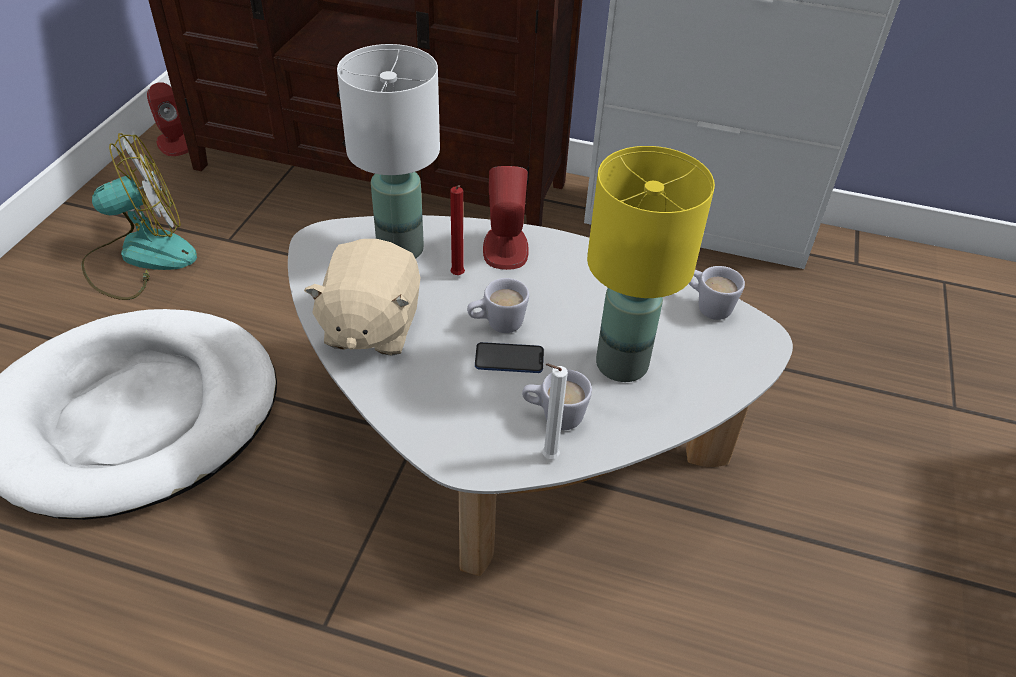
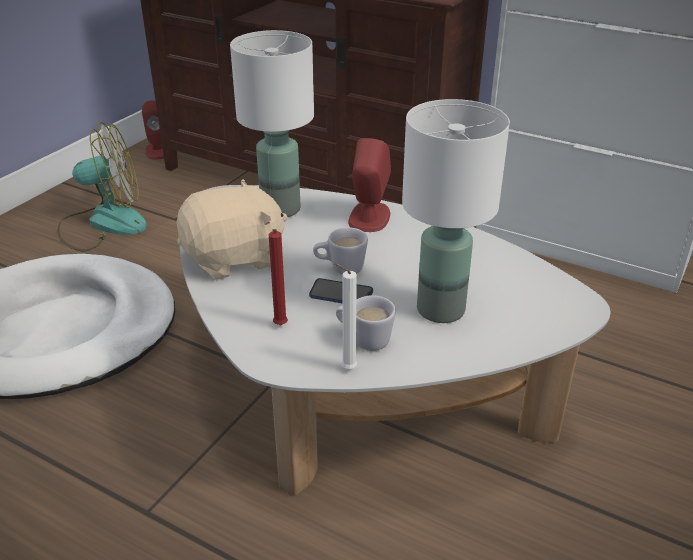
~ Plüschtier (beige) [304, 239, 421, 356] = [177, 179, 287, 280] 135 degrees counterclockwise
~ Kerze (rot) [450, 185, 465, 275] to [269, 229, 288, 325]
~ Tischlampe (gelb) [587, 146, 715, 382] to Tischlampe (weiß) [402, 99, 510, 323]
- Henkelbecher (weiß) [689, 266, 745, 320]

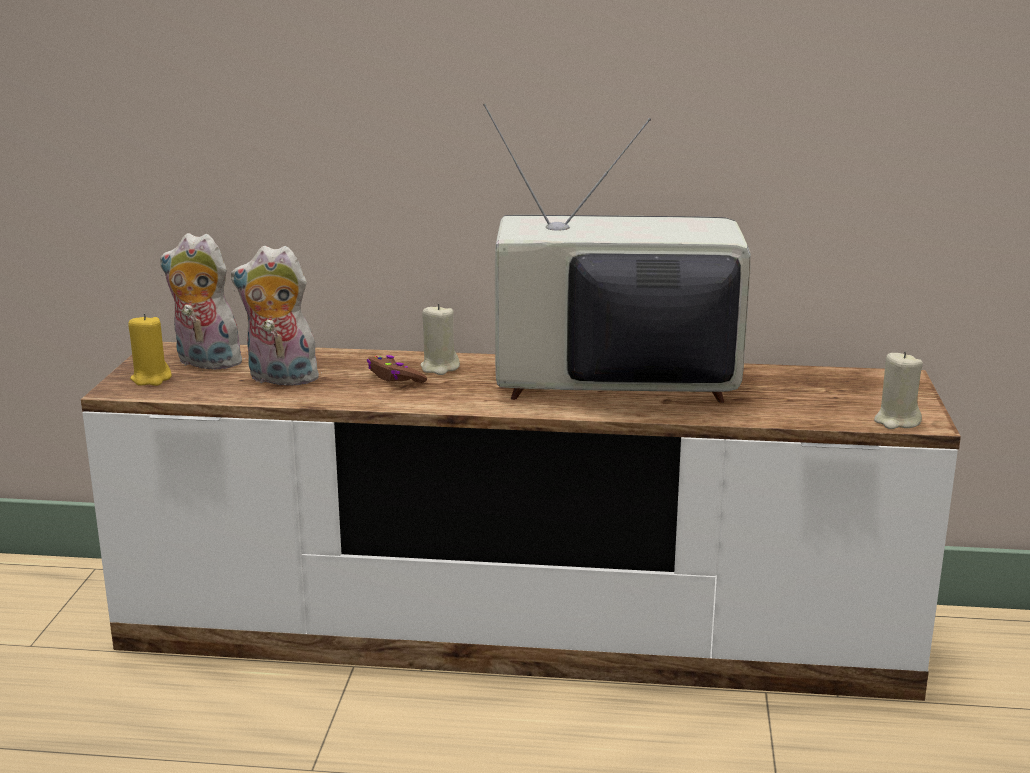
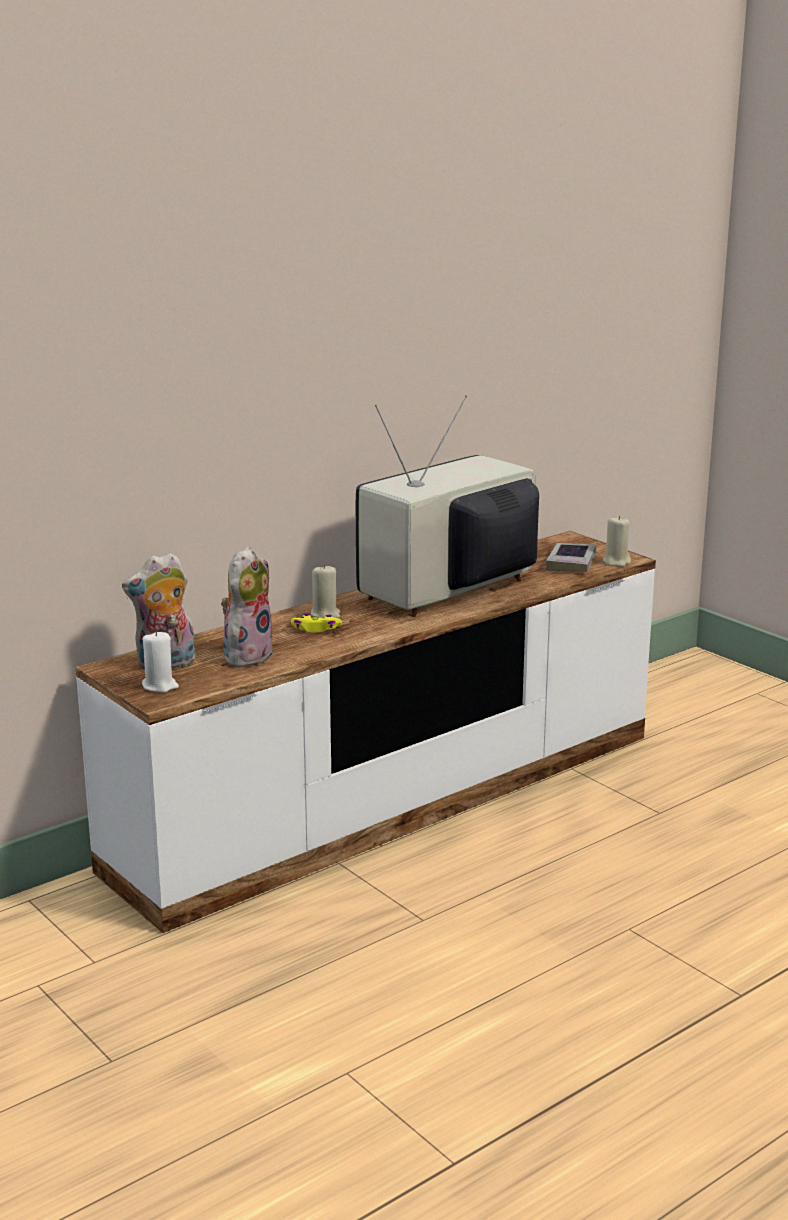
~ Kerze (gelb) [128, 314, 172, 386] to Kerze (weiß) [142, 631, 179, 693]
~ Plüschtier [231, 246, 322, 386] = [221, 547, 274, 668] 150 degrees clockwise
~ Gamepad (braun) [367, 355, 427, 383] to Gamepad (gelb) [291, 613, 342, 632]
+ Buch [546, 543, 596, 572]

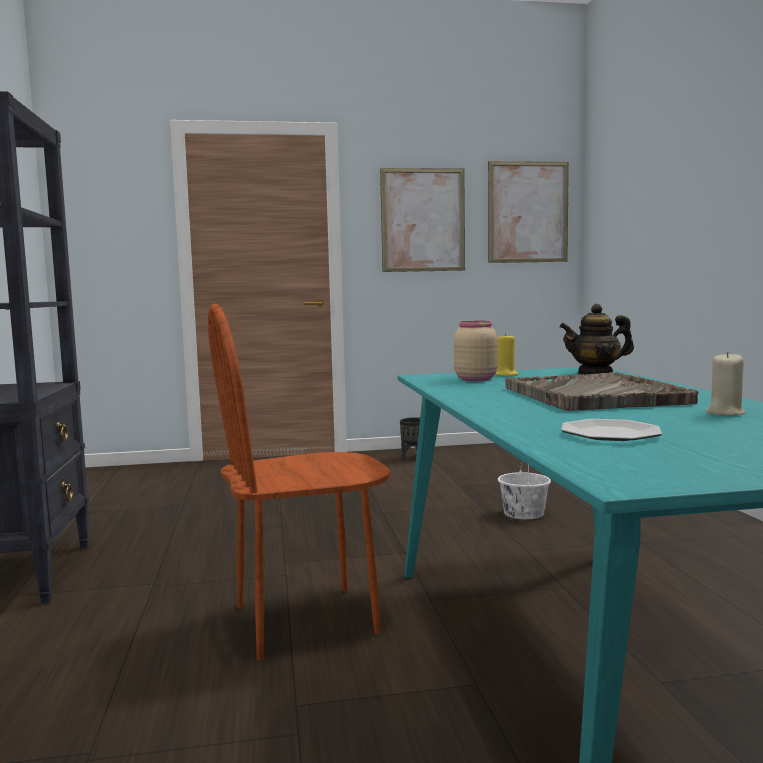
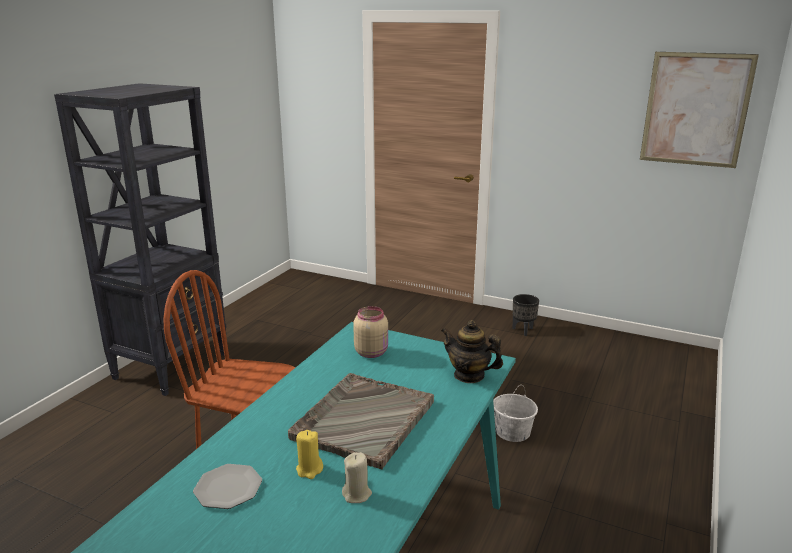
~ Kerze (gelb) [495, 333, 518, 376] to [296, 430, 323, 479]
- Bild [380, 168, 465, 272]

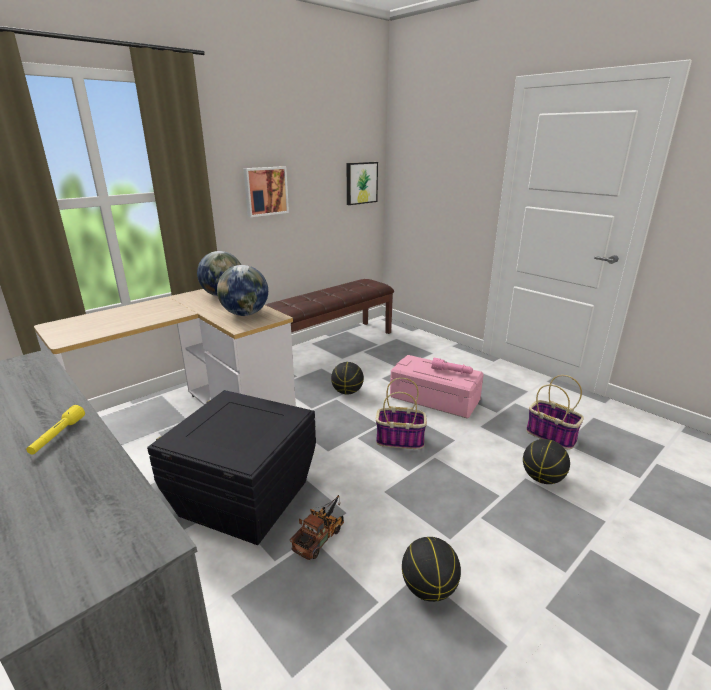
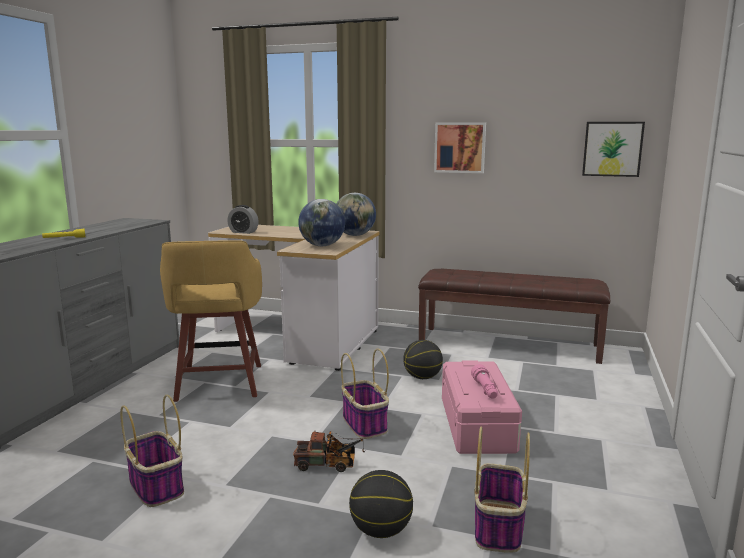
~ Basketball [402, 537, 461, 602] to Korb [120, 395, 184, 507]
~ Aufbewahrungsbox (schwarz) [147, 390, 316, 545] to Hocker (gelb) [160, 240, 262, 402]
+ Wecker [227, 205, 259, 234]
~ Spielzeuglaster [290, 495, 344, 560] to [293, 431, 365, 472]

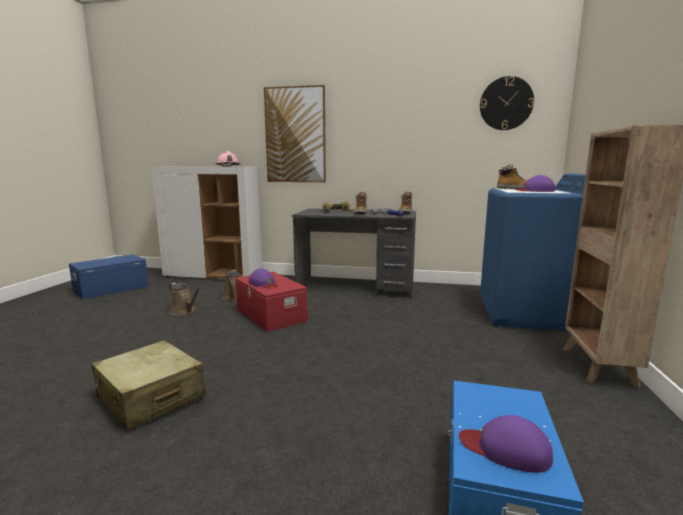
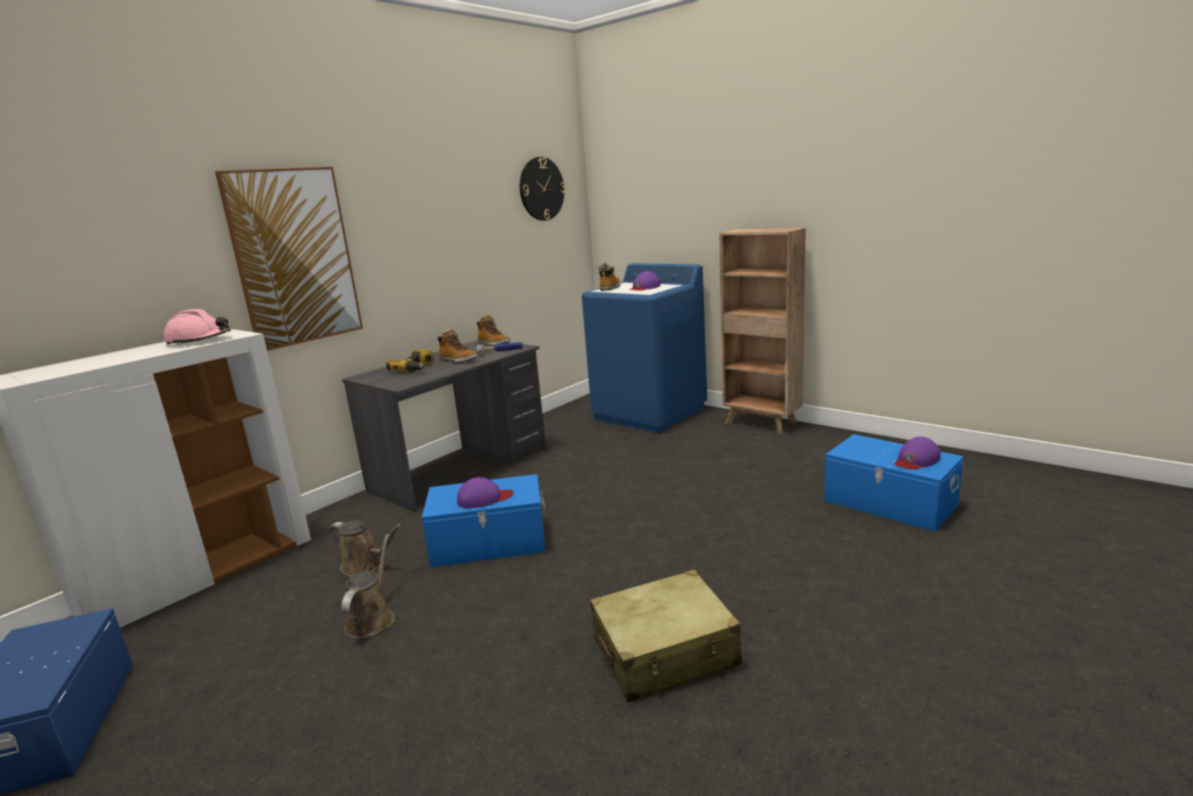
~ Gießkanne (braun) [169, 283, 201, 315] = [342, 534, 395, 638] 60 degrees counterclockwise
~ Aufbewahrungsbox (rot) [235, 272, 308, 332] to Aufbewahrungsbox (blau) [422, 474, 546, 567]

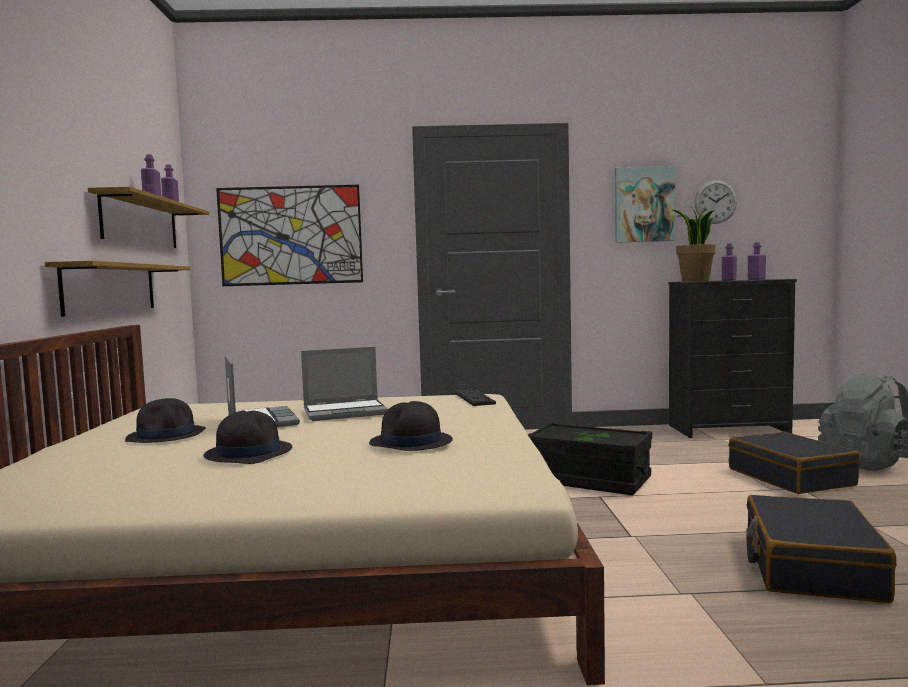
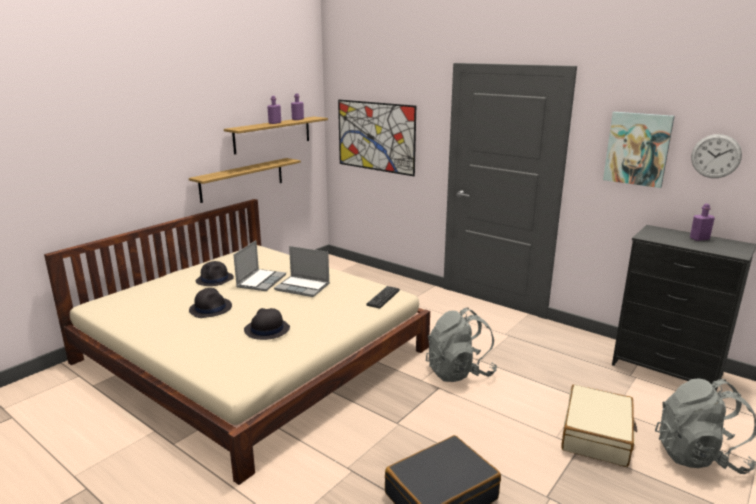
~ Aufbewahrungsbox (schwarz) [528, 423, 652, 495] to Rucksack (grau) [426, 307, 497, 382]
~ Koffer (schwarz) [729, 432, 860, 494] to Koffer (beige) [561, 385, 637, 467]
- Topfpflanze [671, 207, 716, 282]
- Flasche (lila) [748, 242, 766, 280]

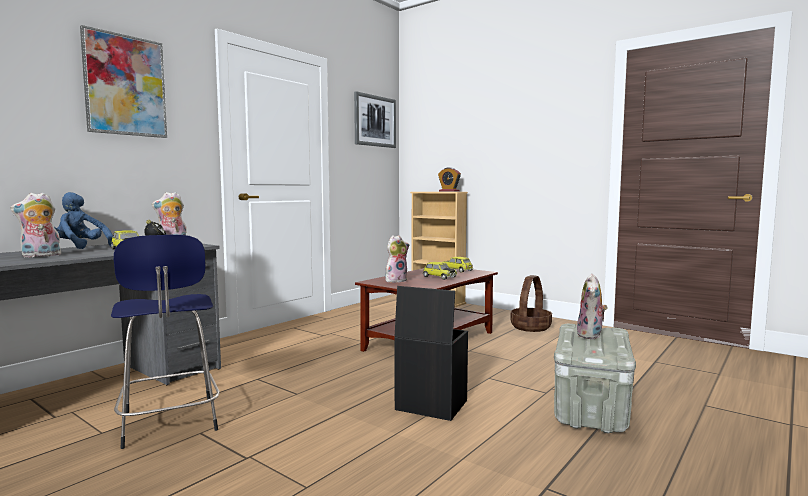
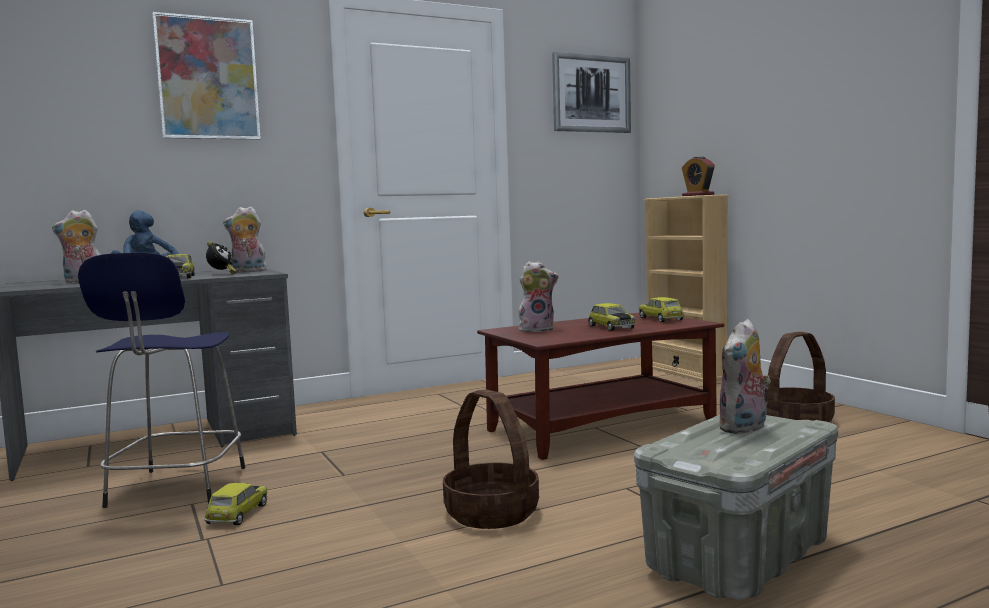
+ Spielzeugauto [204, 483, 267, 525]
~ Aufbewahrungsbox (schwarz) [394, 286, 468, 421] to Korb [443, 389, 539, 529]

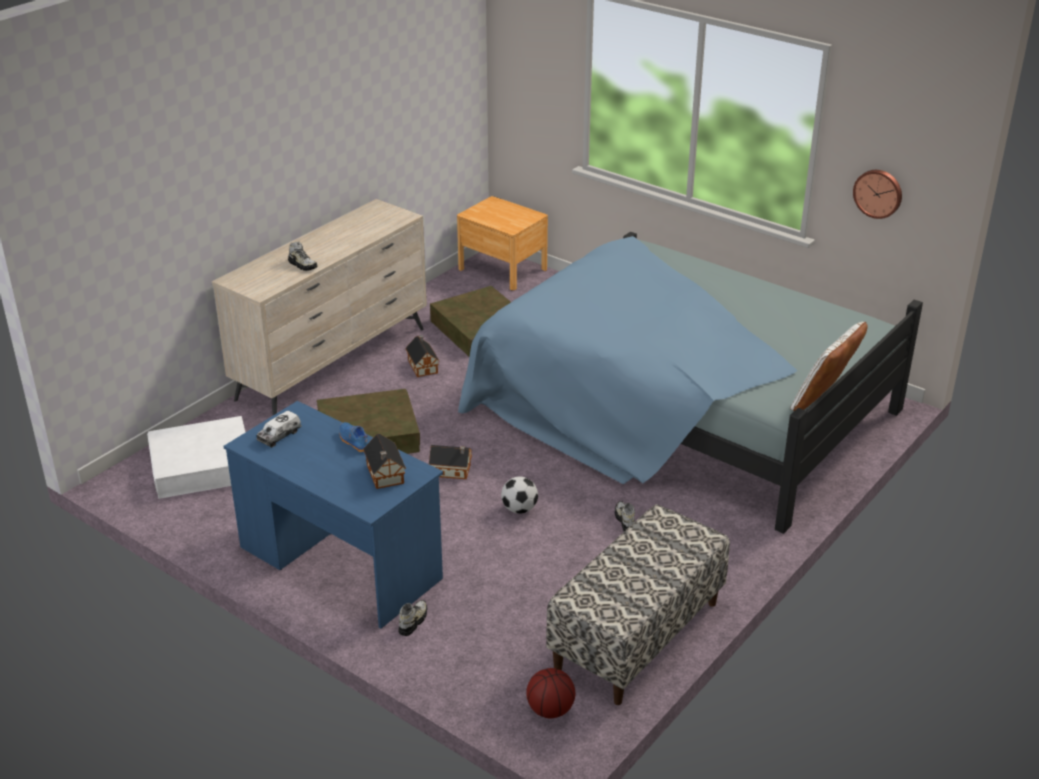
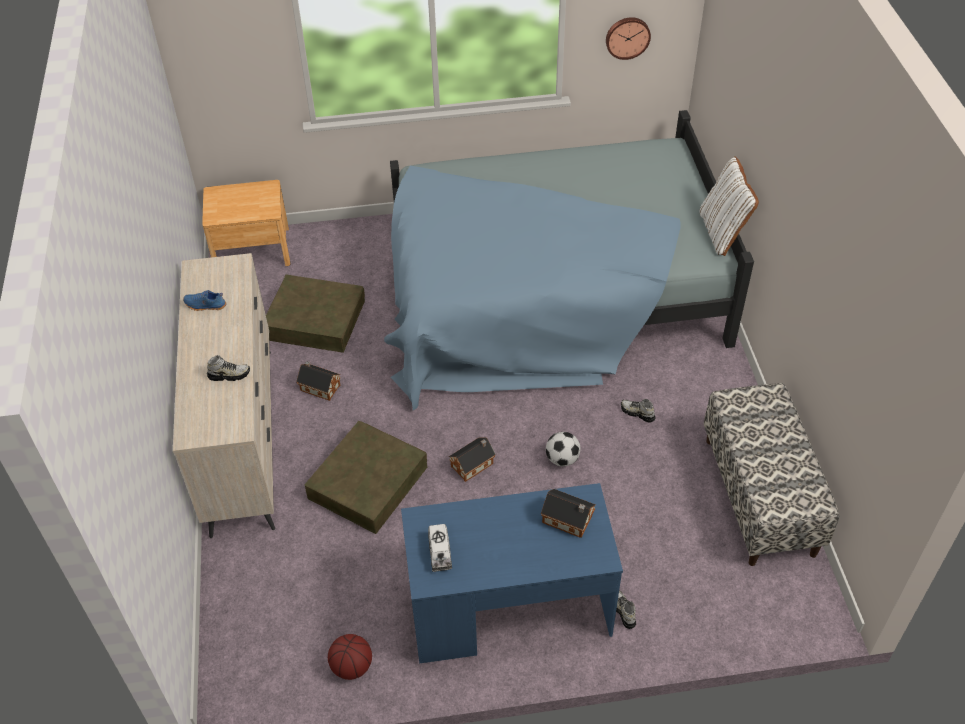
~ Schuh (blau) [339, 422, 369, 452] to [183, 290, 226, 311]
~ Basketball [526, 668, 575, 718] to [328, 634, 372, 680]
- Aufbewahrungsbox (weiß) [147, 416, 245, 499]

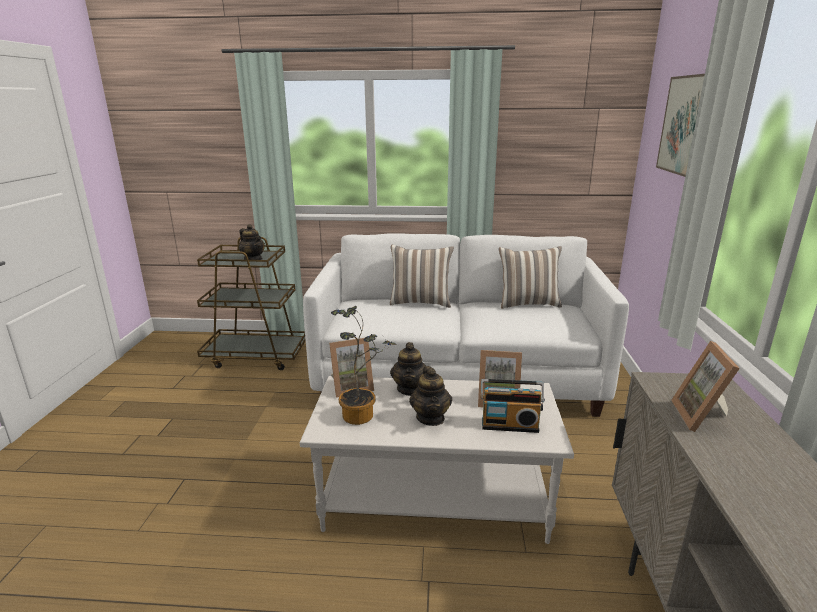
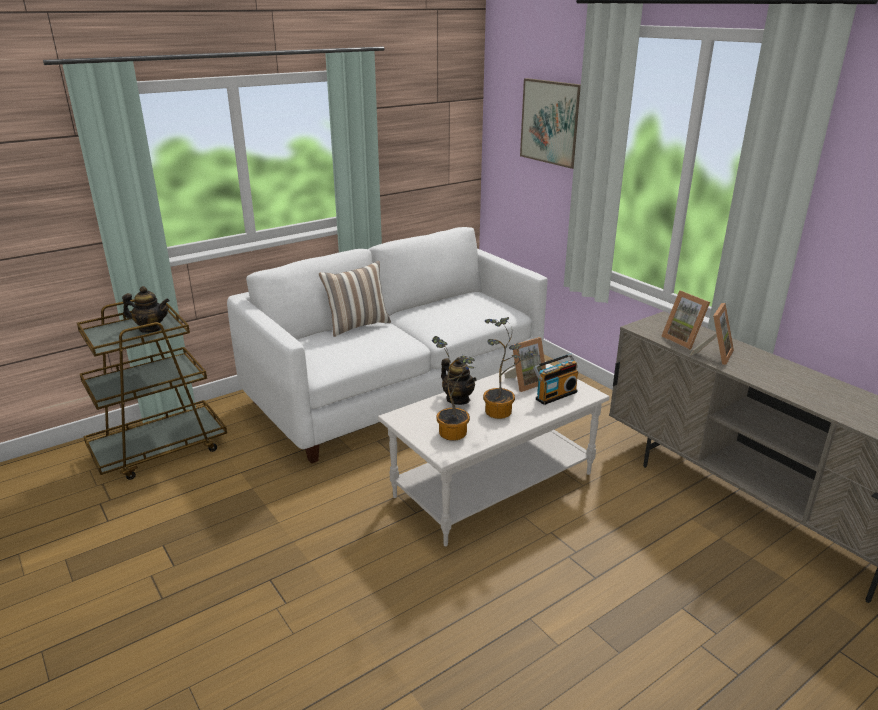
~ Teekanne [409, 366, 452, 426] to Topfpflanze [483, 317, 539, 419]
~ Bilderrahmen [329, 338, 374, 398] to [690, 303, 734, 365]
- Kissen [499, 246, 562, 309]

